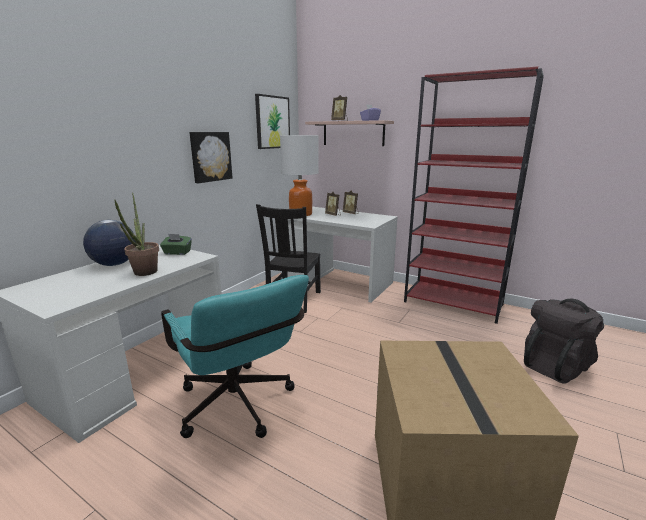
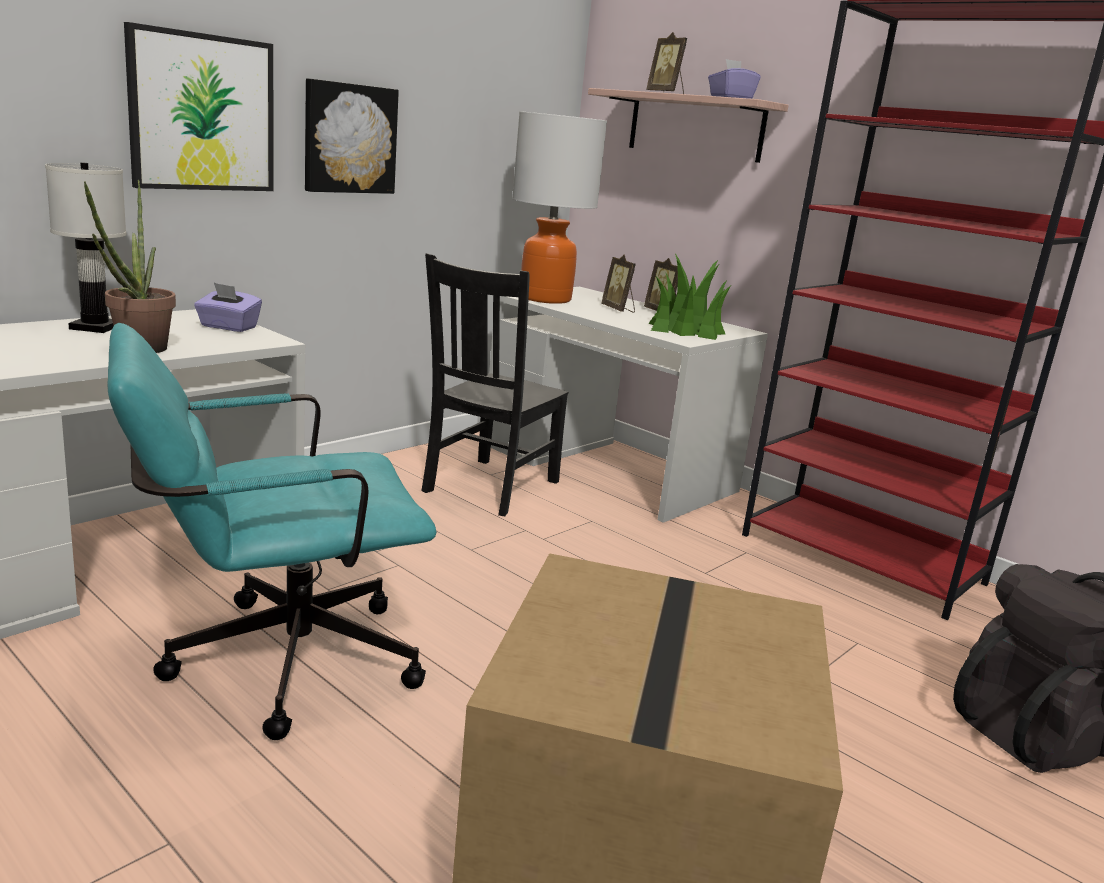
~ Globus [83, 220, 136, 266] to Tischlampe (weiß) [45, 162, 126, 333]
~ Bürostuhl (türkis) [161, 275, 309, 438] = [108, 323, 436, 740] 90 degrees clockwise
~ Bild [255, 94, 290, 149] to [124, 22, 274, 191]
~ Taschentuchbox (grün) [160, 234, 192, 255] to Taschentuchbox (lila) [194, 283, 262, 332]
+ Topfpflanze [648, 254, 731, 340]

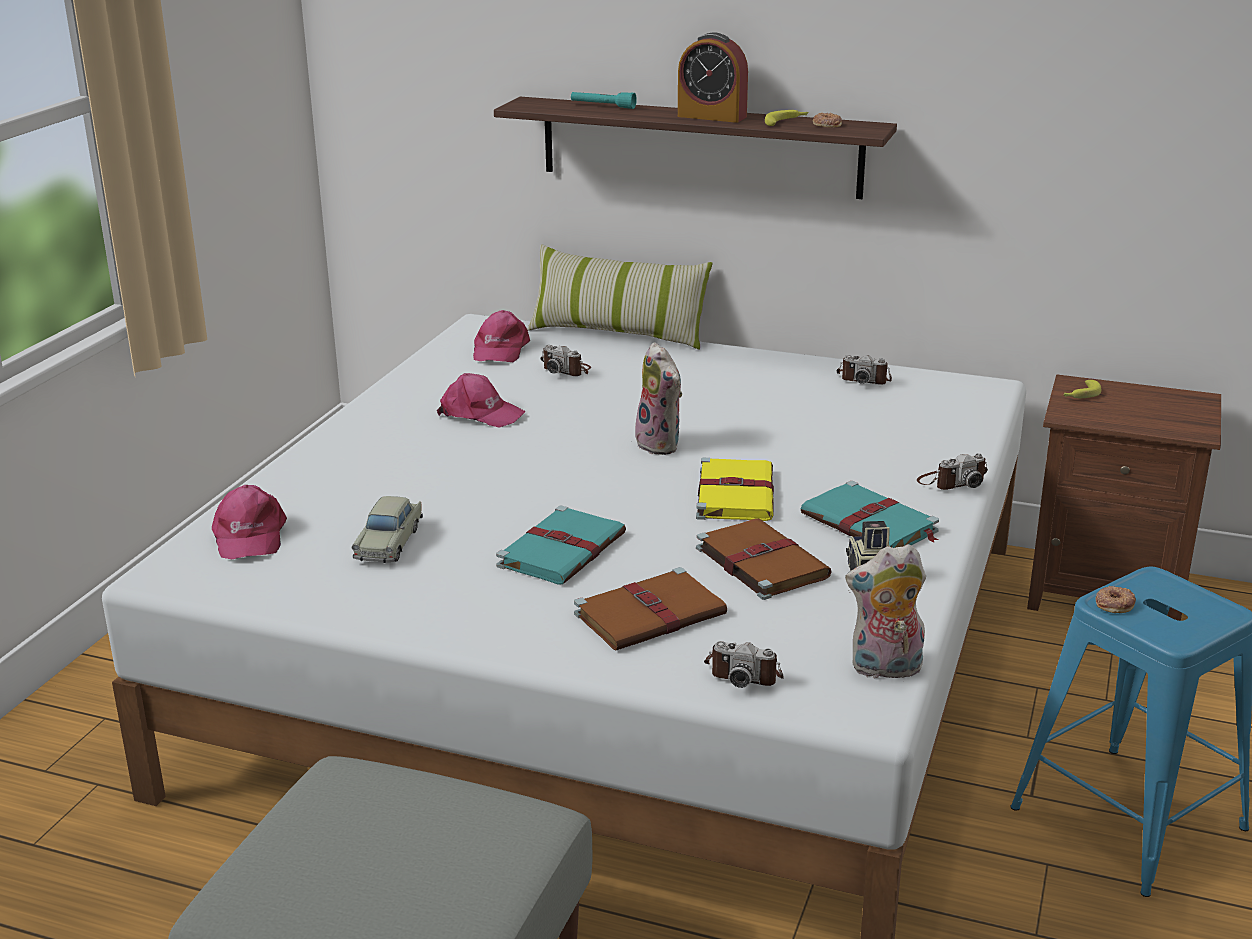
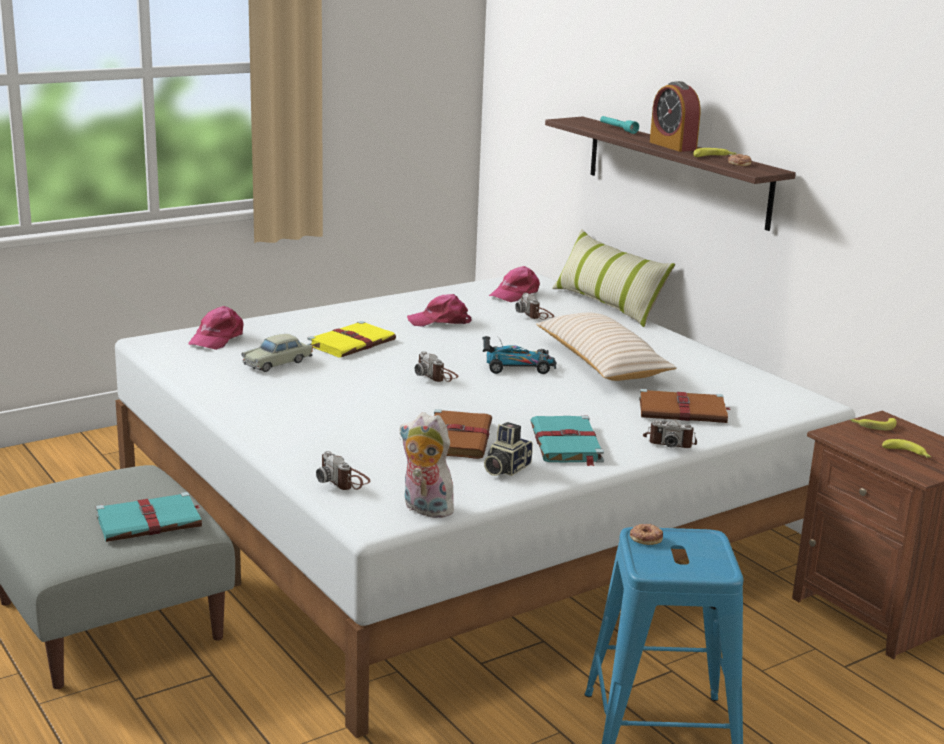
~ Buch (türkis) [496, 505, 626, 584] to [95, 492, 202, 542]
~ Buch (gelb) [696, 458, 774, 521] to [307, 321, 396, 358]
~ Kappe (rosa) [437, 373, 526, 428] = [407, 294, 472, 327] 120 degrees clockwise
~ Kamera [836, 355, 892, 385] to [415, 351, 458, 382]
~ Plüschtier [632, 342, 682, 455] to Spielzeugauto [482, 335, 557, 374]
+ Kissen (beige) [536, 313, 677, 381]
~ Buch (braun) [574, 567, 727, 650] to [639, 389, 730, 423]
+ Banane [882, 439, 931, 458]

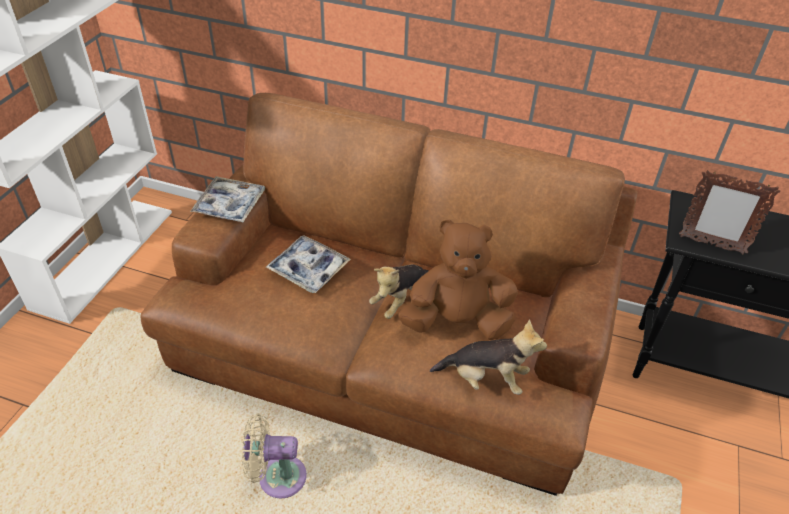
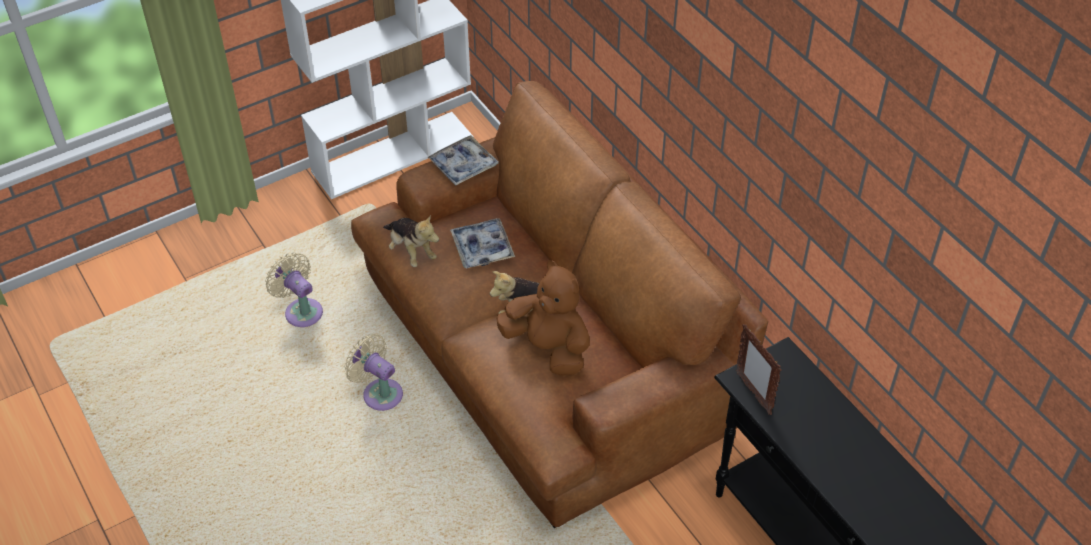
+ Ventilator (beige) [265, 252, 323, 327]
~ Plüschtier [430, 319, 547, 395] to [383, 215, 439, 267]

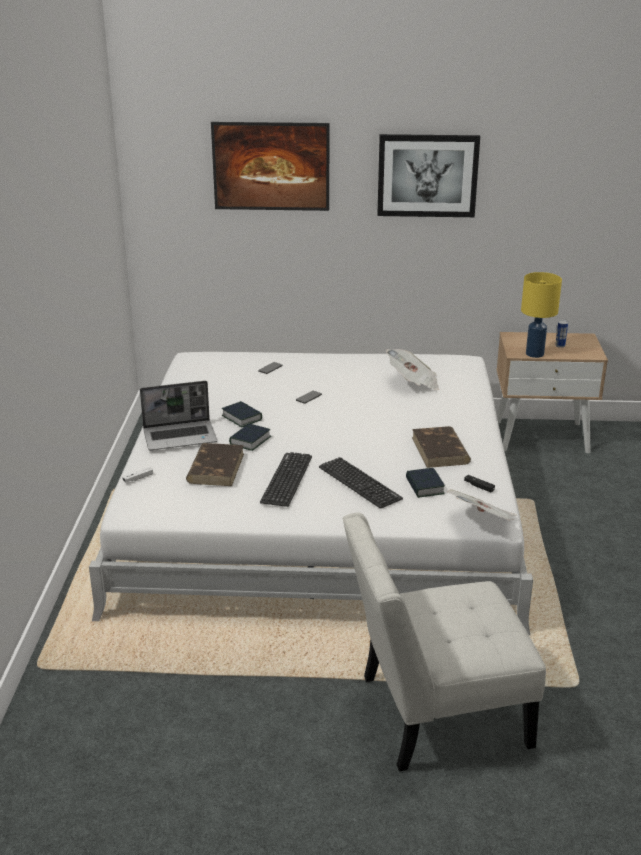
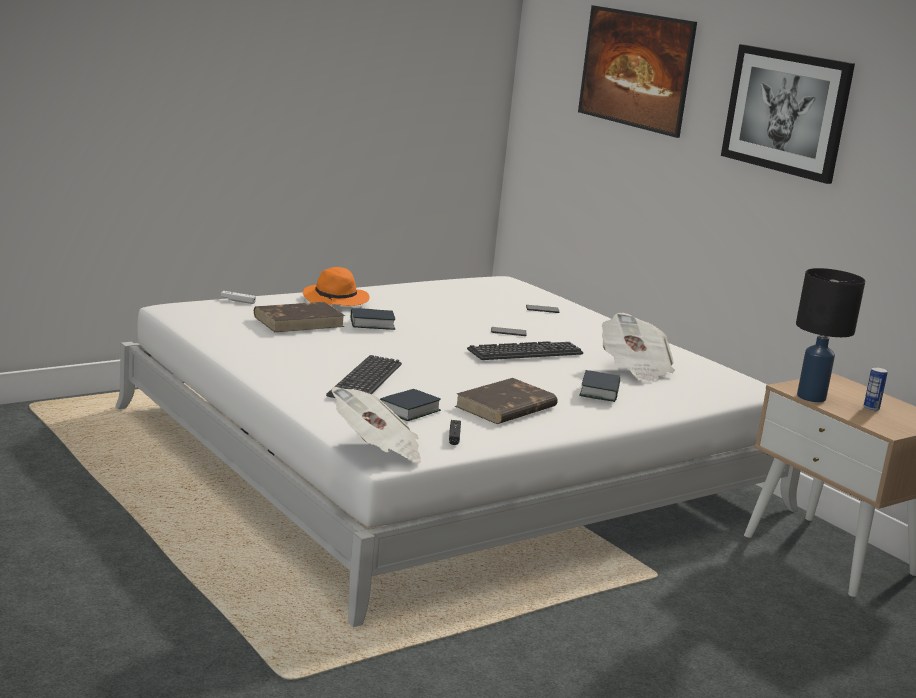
~ Laptop [140, 381, 217, 450] to Hut (orange) [303, 267, 370, 306]
~ Tastatur [260, 452, 312, 507] to [467, 341, 583, 360]
~ Buch [222, 401, 262, 427] to [579, 370, 620, 402]
~ Tischlampe (gelb) [521, 272, 562, 358] to Tischlampe (schwarz) [796, 268, 865, 402]
- Stuhl (weiß) [343, 512, 546, 771]

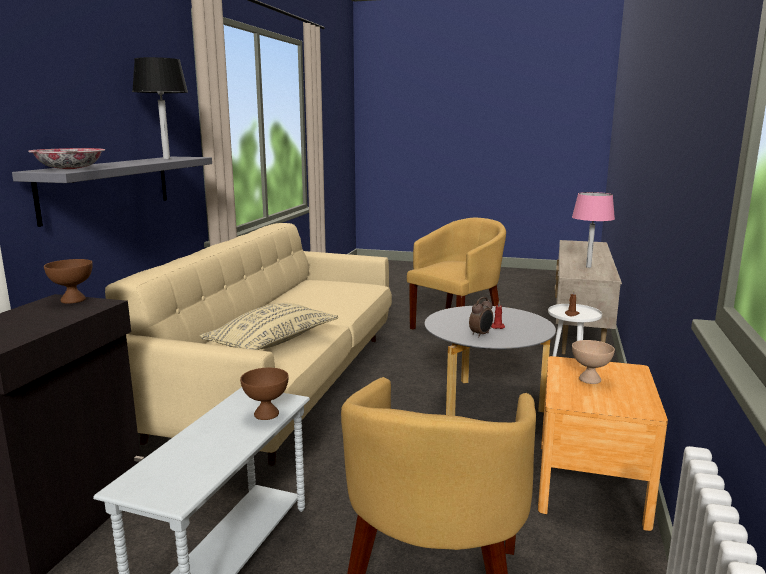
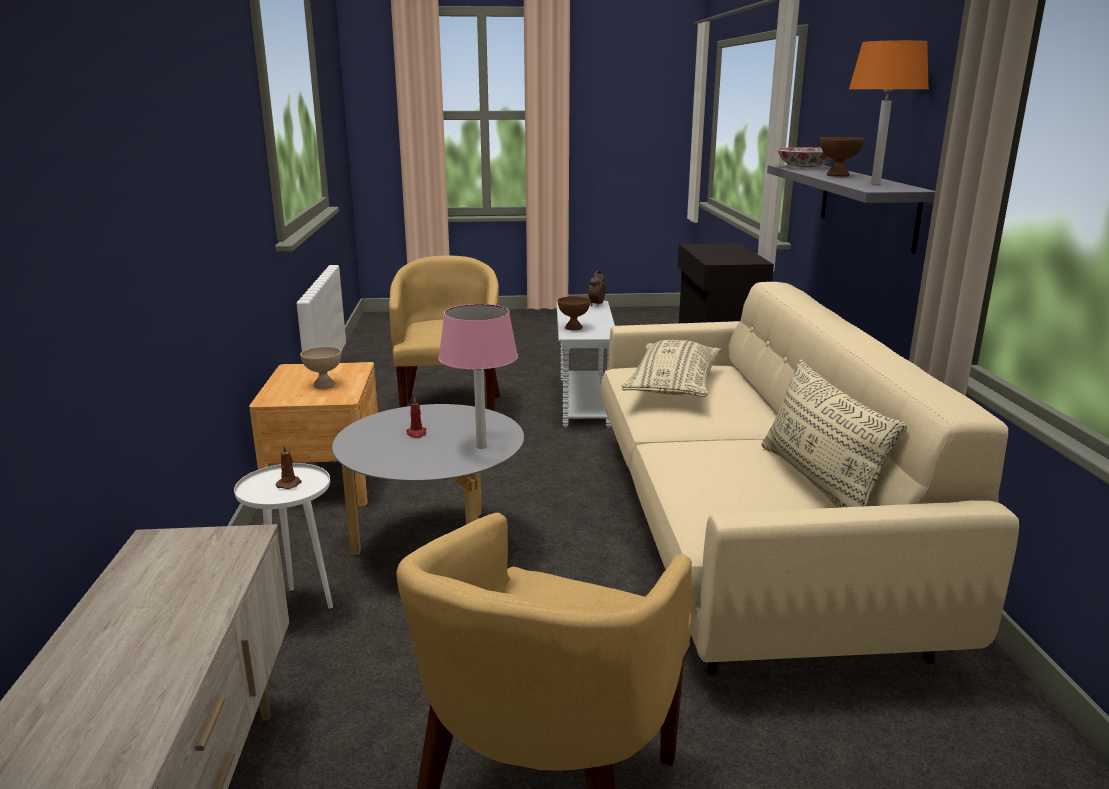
~ Tischlampe (rosa) [572, 192, 615, 268] to [438, 304, 518, 449]
~ Wecker [469, 297, 493, 337] to [588, 270, 606, 306]
+ Kissen (beige) [761, 359, 907, 508]
~ Schüssel (braun) [44, 259, 93, 304] to [820, 137, 864, 177]
~ Tischlampe (schwarz) [132, 57, 188, 159] to Tischlampe (orange) [849, 40, 929, 185]

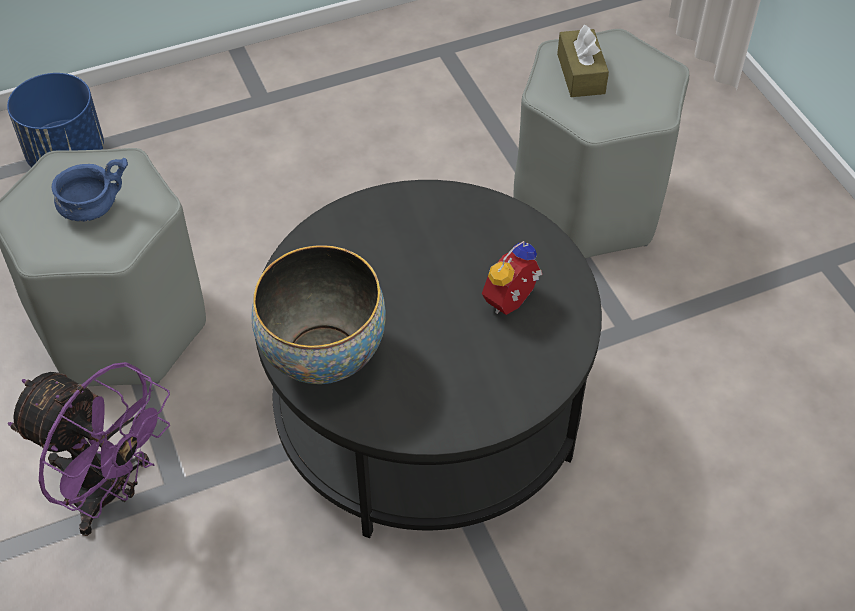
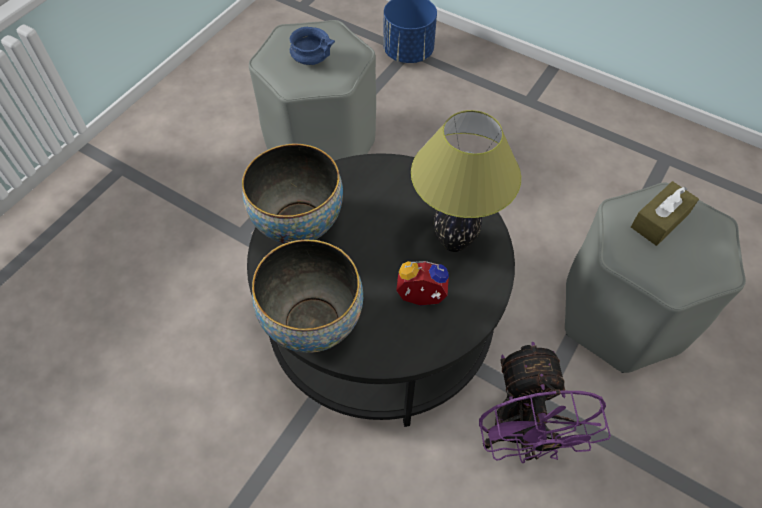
+ Schüssel [252, 239, 363, 353]
+ Tischlampe [411, 110, 521, 252]
~ Ventilator (lila) [8, 362, 170, 536] to [479, 341, 611, 463]

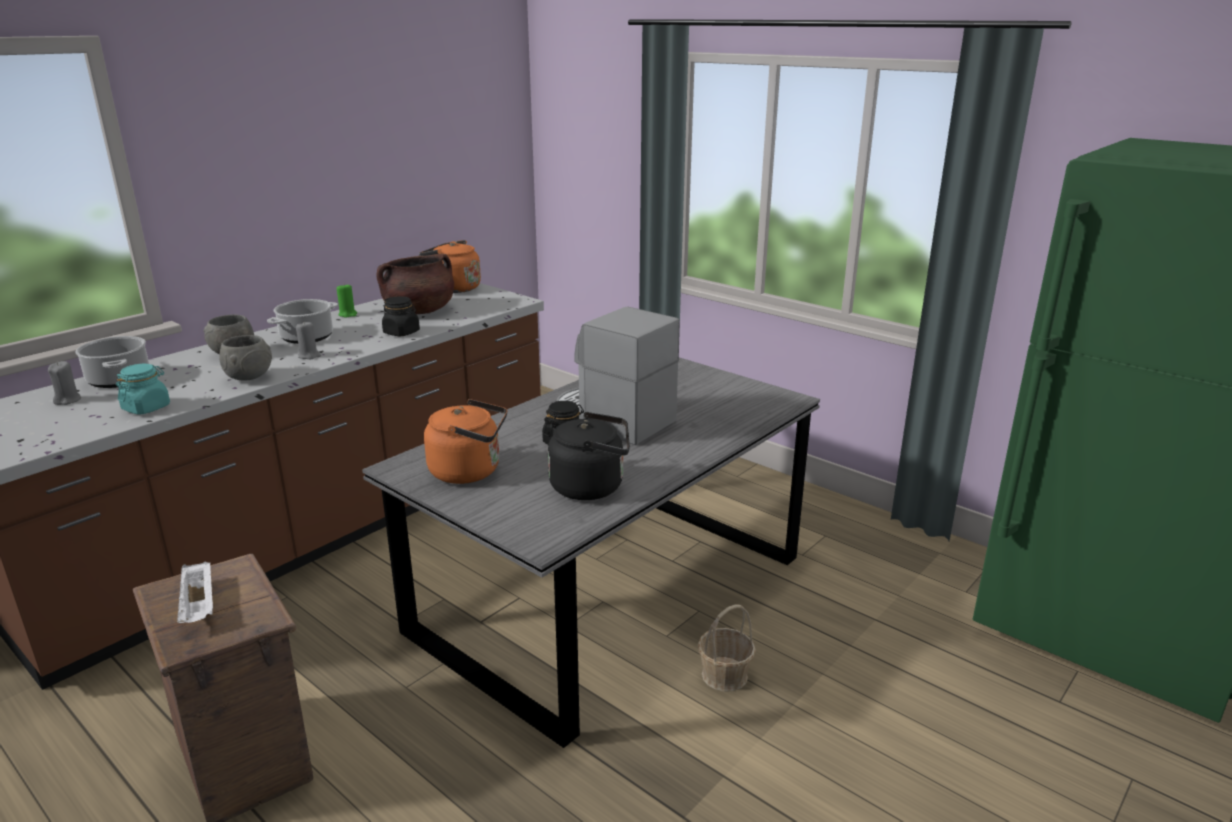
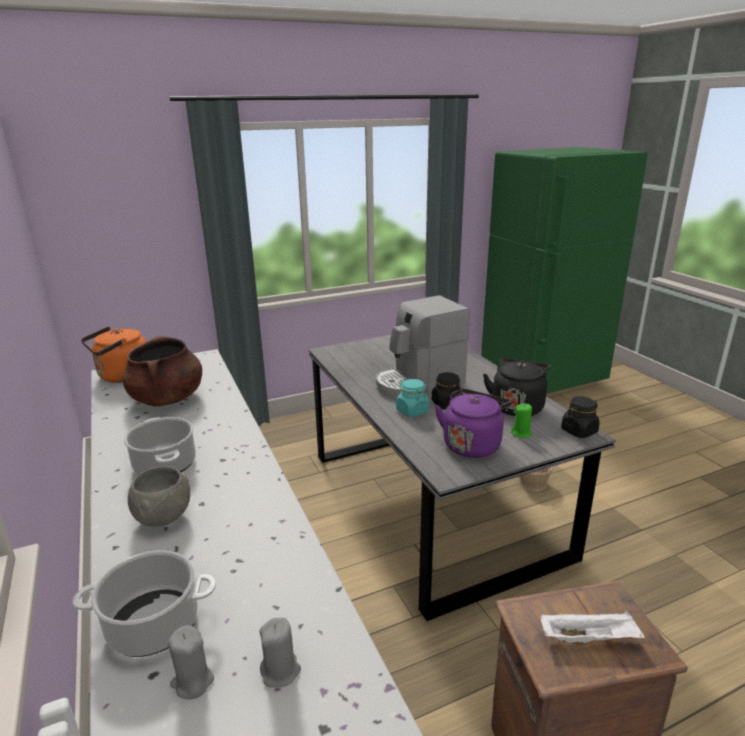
~ Kerze (grau) [296, 321, 321, 359] to [259, 617, 301, 687]
~ Vorratsglas (türkis) [116, 364, 170, 415] to [396, 379, 429, 417]
~ Wasserkessel (orange) [424, 399, 507, 484] to Wasserkessel (lila) [435, 388, 512, 458]
~ Kerze (grün) [337, 285, 357, 318] to [511, 403, 532, 438]
~ Vorratsglas (schwarz) [382, 296, 420, 336] to [561, 396, 600, 438]
- Schüssel (grau) [219, 335, 272, 380]

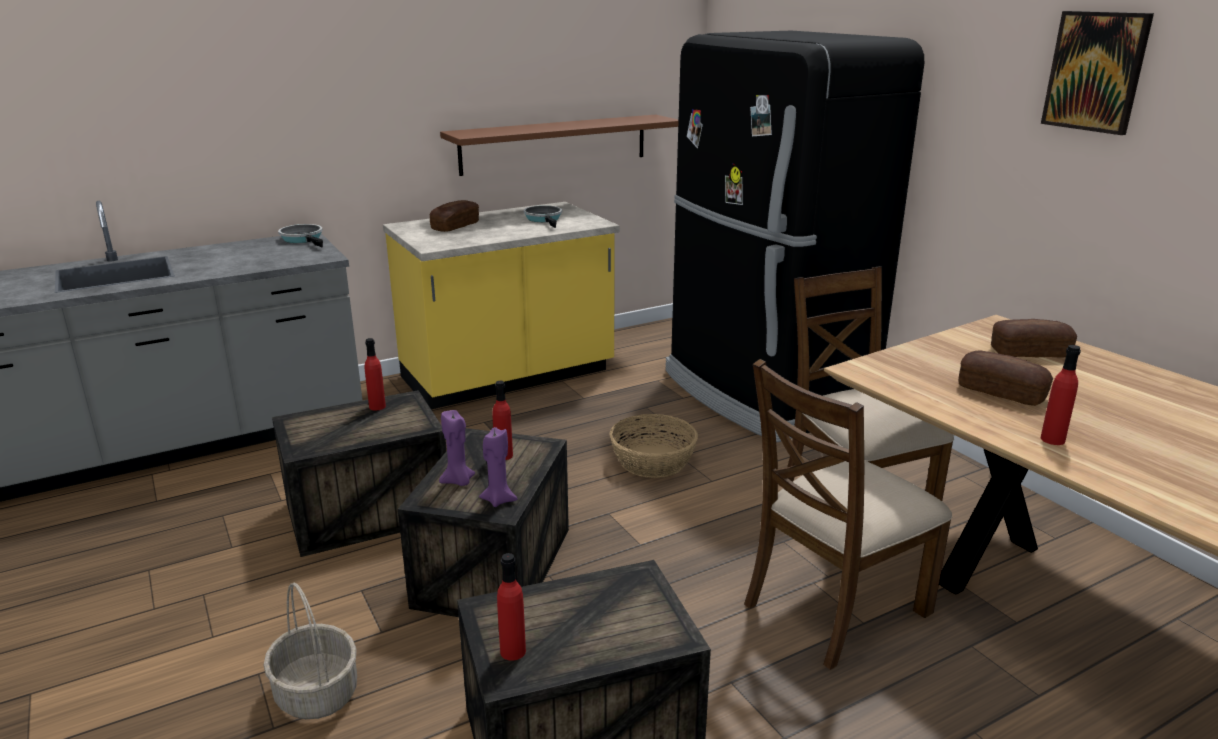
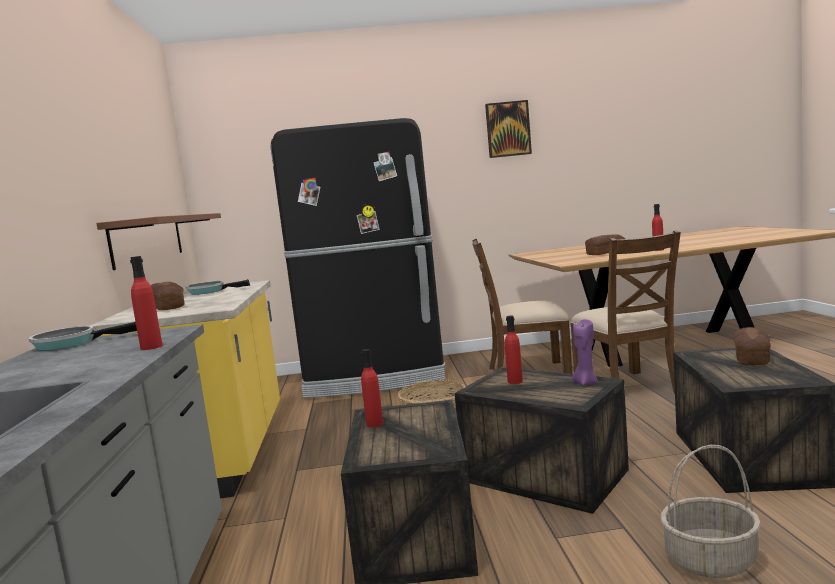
~ Flasche (rot) [497, 553, 526, 661] to [130, 256, 163, 350]
~ Brot [991, 319, 1077, 358] to [734, 327, 771, 365]
- Kerze (lila) [439, 410, 475, 486]

